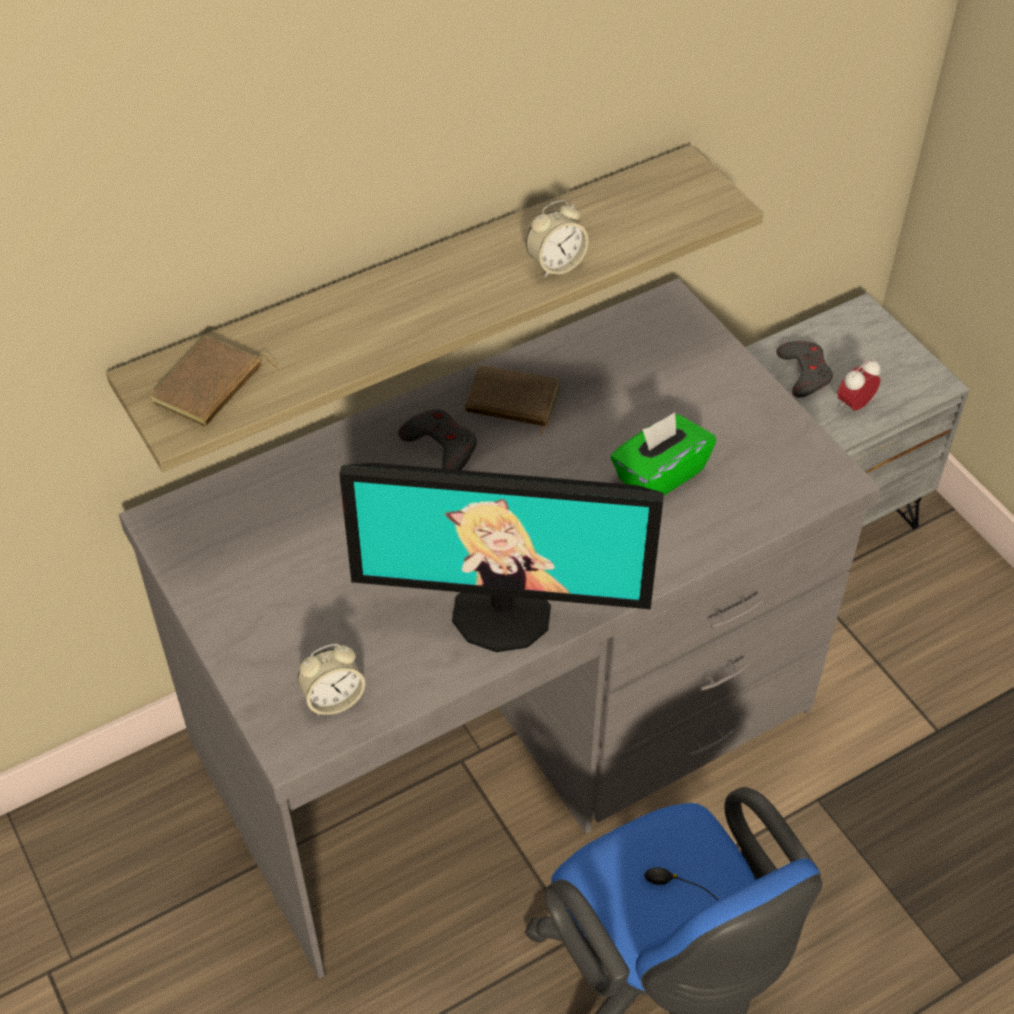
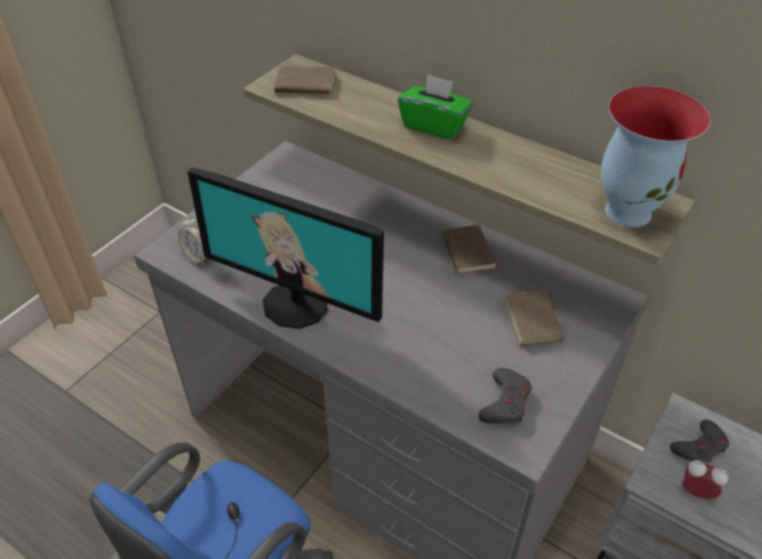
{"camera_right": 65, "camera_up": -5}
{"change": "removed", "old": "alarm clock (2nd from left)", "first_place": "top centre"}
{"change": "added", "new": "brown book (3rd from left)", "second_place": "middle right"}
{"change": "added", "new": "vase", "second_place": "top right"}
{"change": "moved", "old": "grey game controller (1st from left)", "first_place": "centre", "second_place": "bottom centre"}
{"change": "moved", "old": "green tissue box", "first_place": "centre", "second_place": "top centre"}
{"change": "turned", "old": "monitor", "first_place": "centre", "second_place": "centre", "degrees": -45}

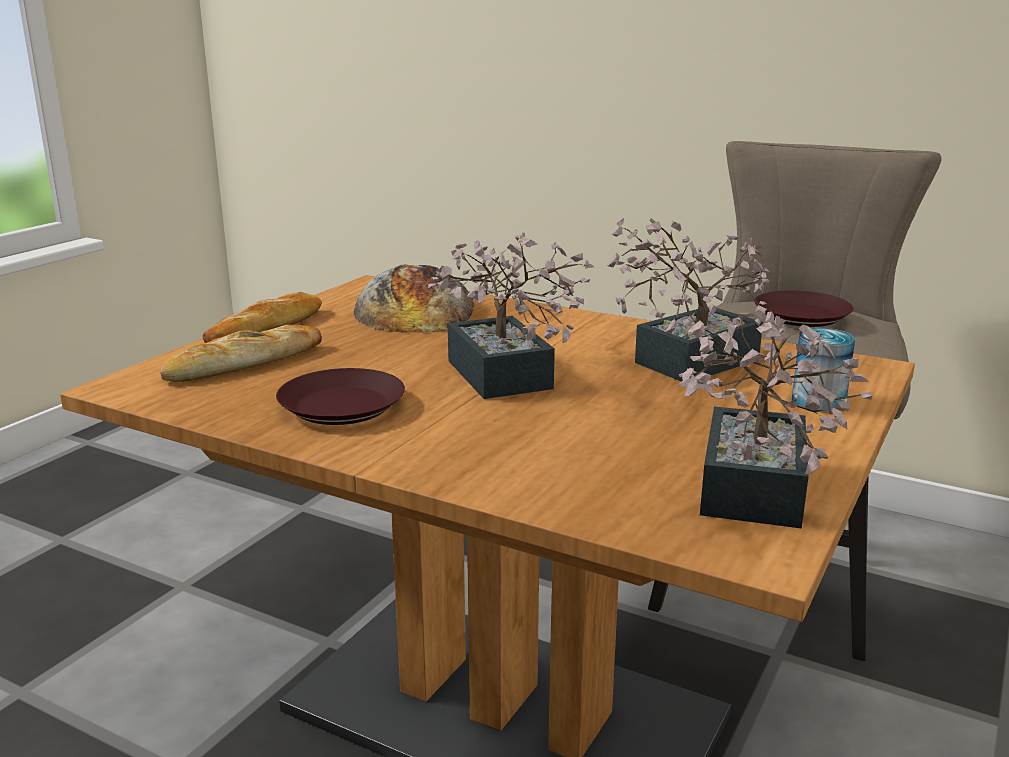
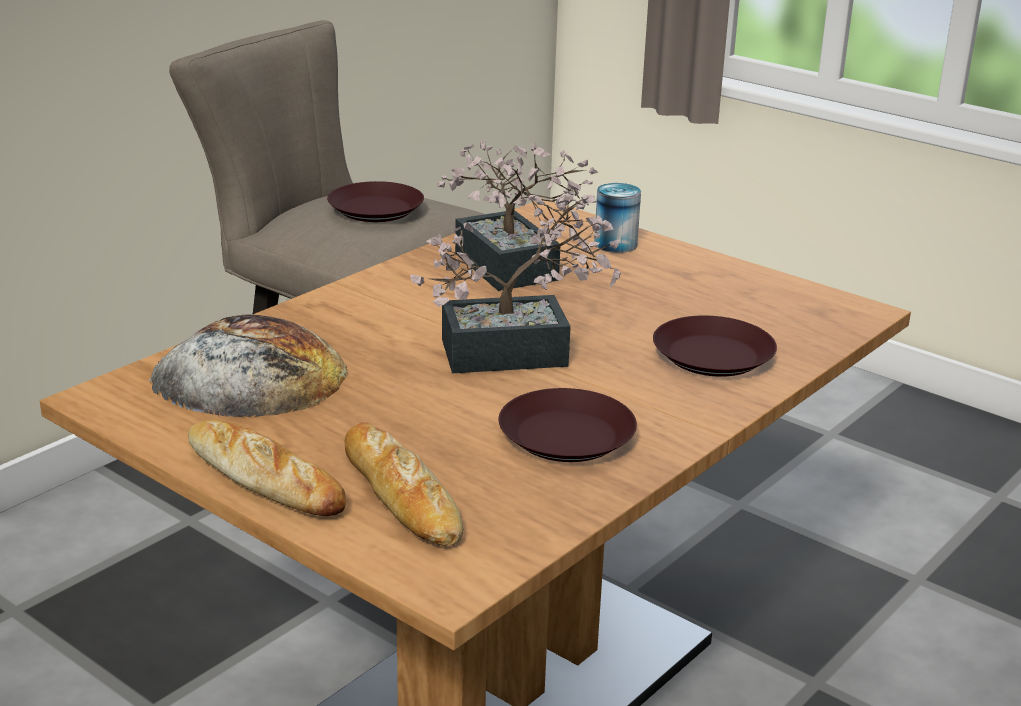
{"camera_right": -80, "camera_up": 5}
{"change": "removed", "old": "potted plant (3rd from left)", "first_place": "middle right"}
{"change": "added", "new": "brown plate (3rd from left)", "second_place": "middle right"}

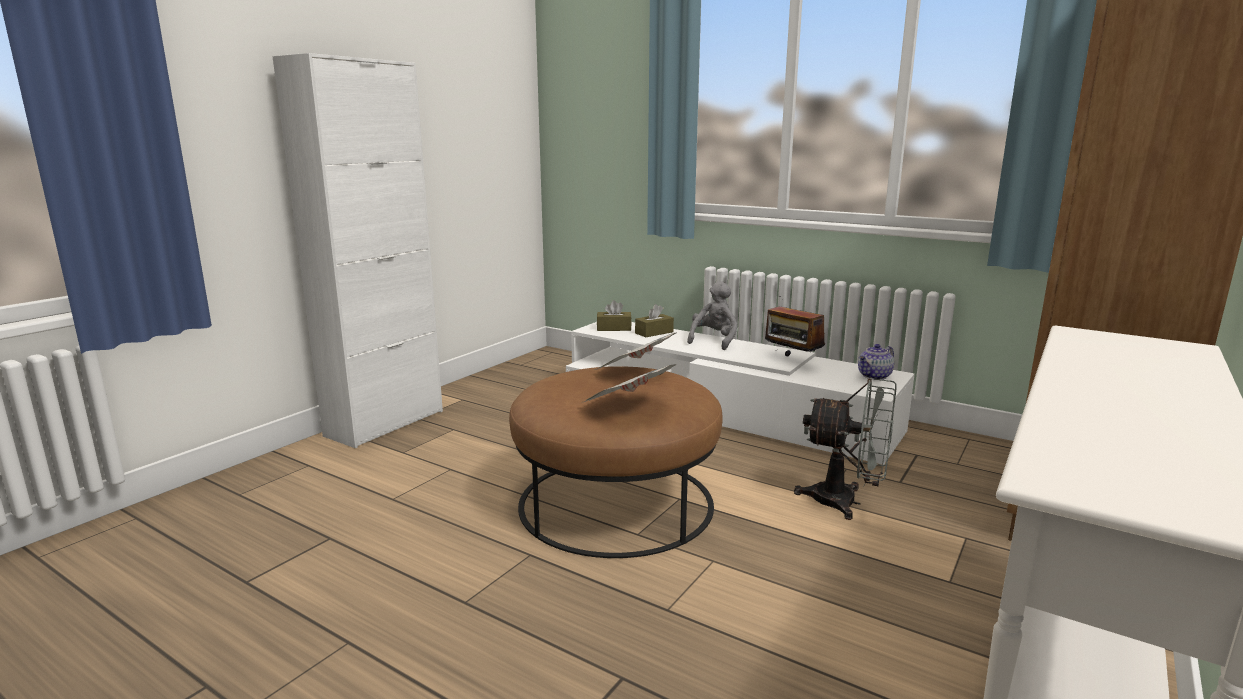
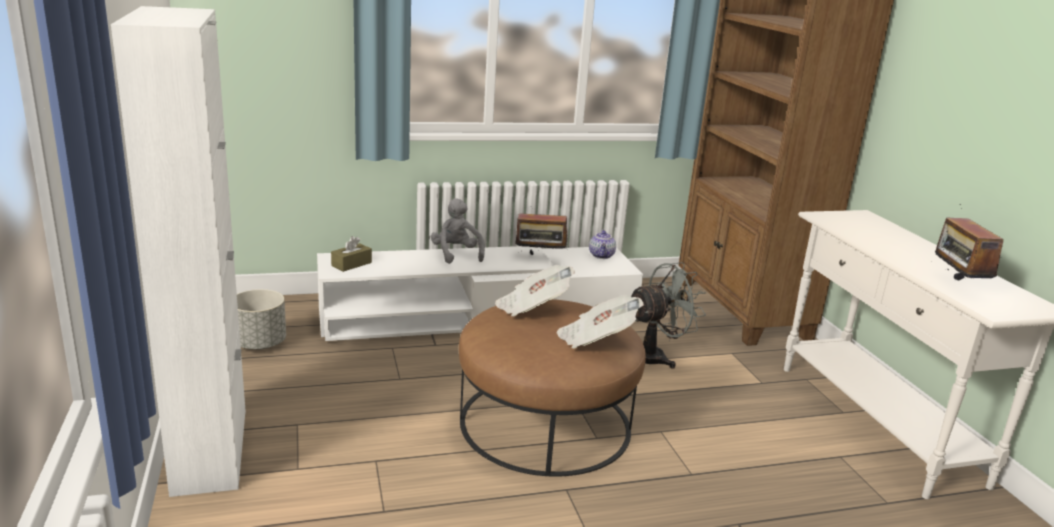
{"camera_right": -50, "camera_up": 5}
{"change": "removed", "old": "brown tissue box (2nd from left)", "first_place": "centre"}
{"change": "added", "new": "grey planter", "second_place": "middle left"}
{"change": "added", "new": "radio (2nd from left)", "second_place": "middle right"}

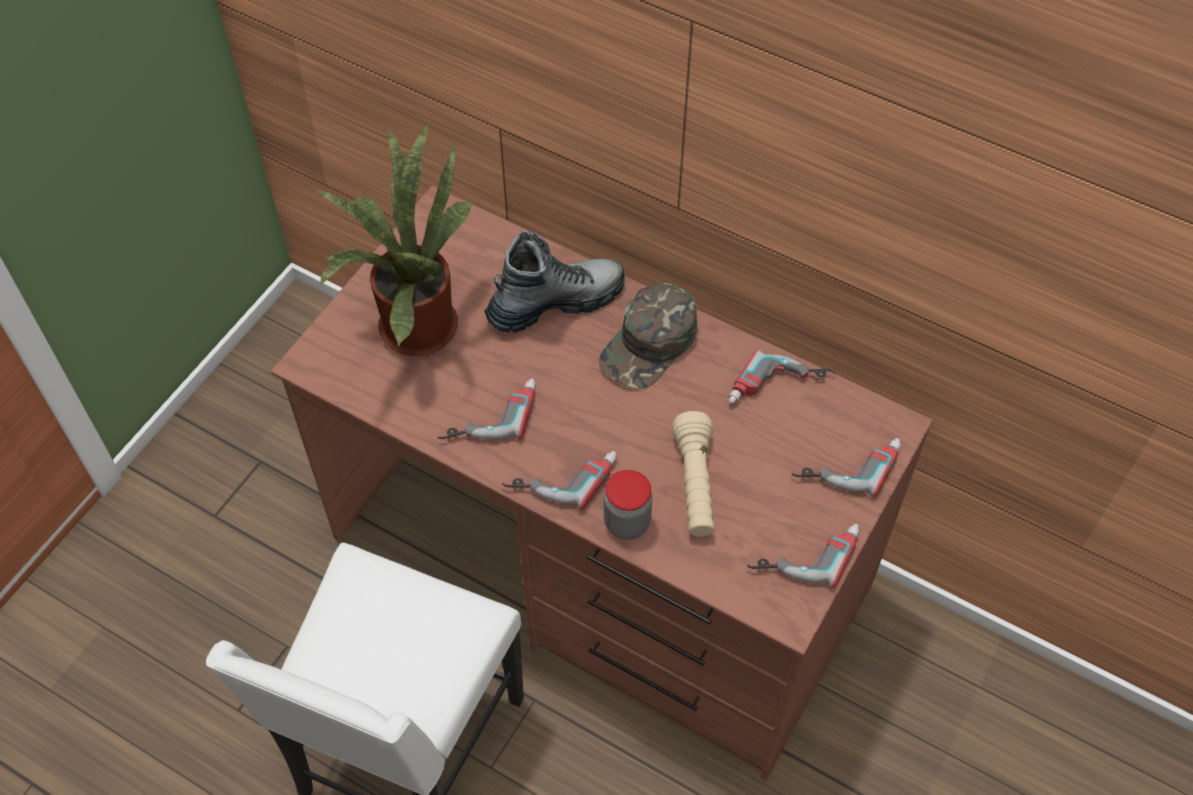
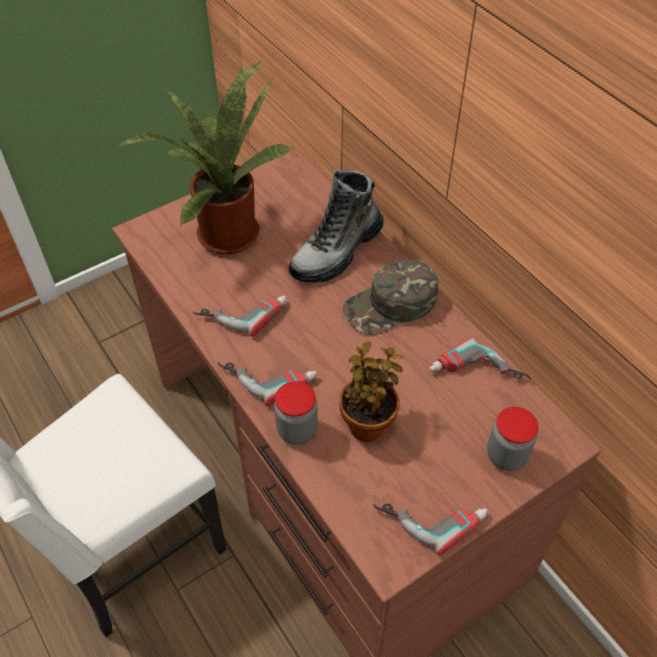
{"camera_right": 25, "camera_up": -5}
{"change": "replaced", "old": "beige flashlight", "new": "potted plant (2nd from left)", "first_place": "centre", "second_place": "centre"}
{"change": "replaced", "old": "power drill (5th from left)", "new": "jar (2nd from left)", "first_place": "middle right", "second_place": "bottom right"}
{"change": "turned", "old": "boot", "first_place": "centre", "second_place": "centre", "degrees": 135}

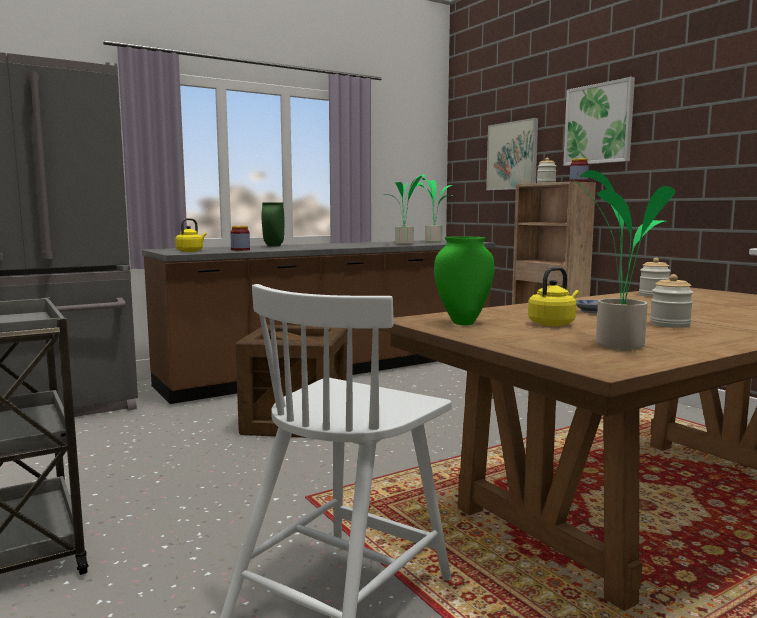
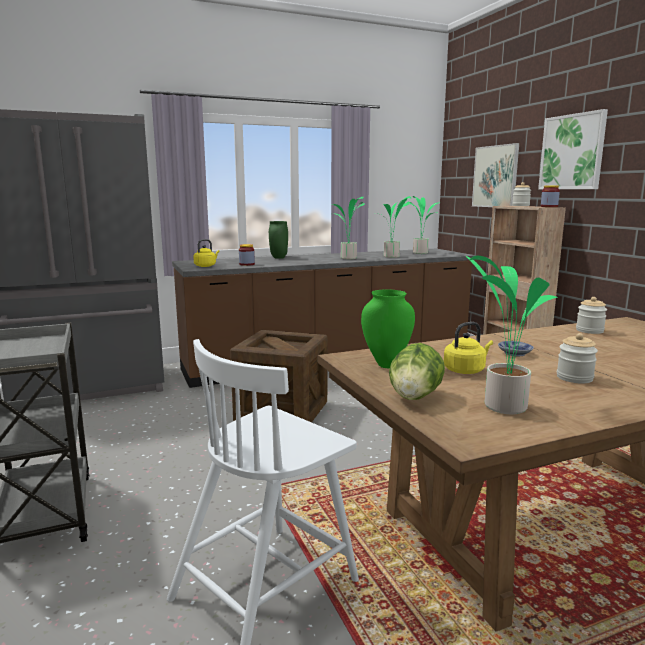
{"camera_right": 10, "camera_up": 5}
{"change": "added", "new": "potted plant (1st from left)", "second_place": "centre"}
{"change": "added", "new": "lettuce", "second_place": "centre"}

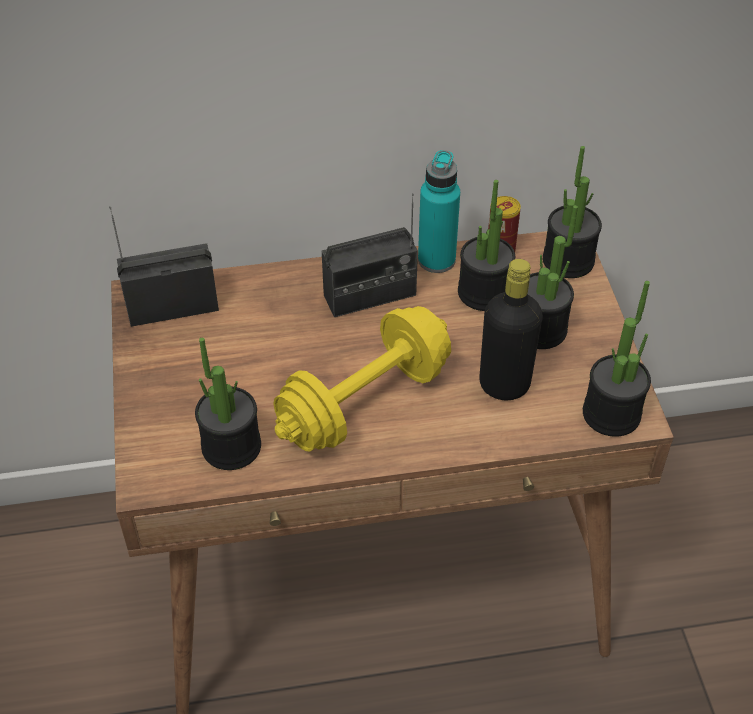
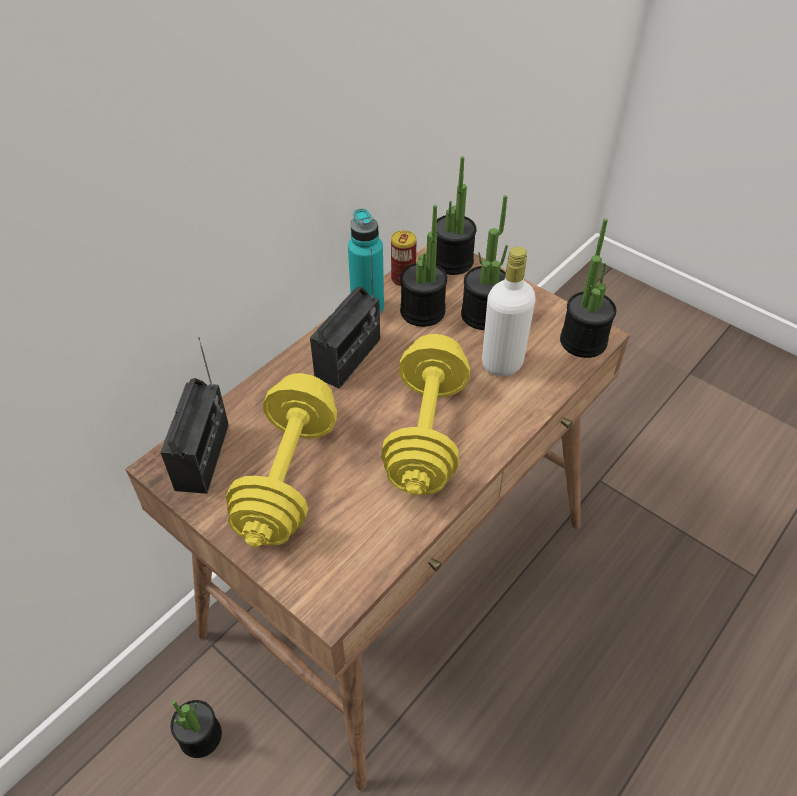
{"camera_right": -40, "camera_up": 0}
{"change": "added", "new": "yellow dumbbell (1st from left)", "second_place": "centre"}
{"change": "moved", "old": "potted plant (1st from left)", "first_place": "middle left", "second_place": "bottom left"}
{"change": "recoloured", "old": "black bottle", "new": "white bottle", "first_place": "middle right", "second_place": "centre"}
{"change": "turned", "old": "radio (1st from left)", "first_place": "middle left", "second_place": "middle left", "degrees": 150}

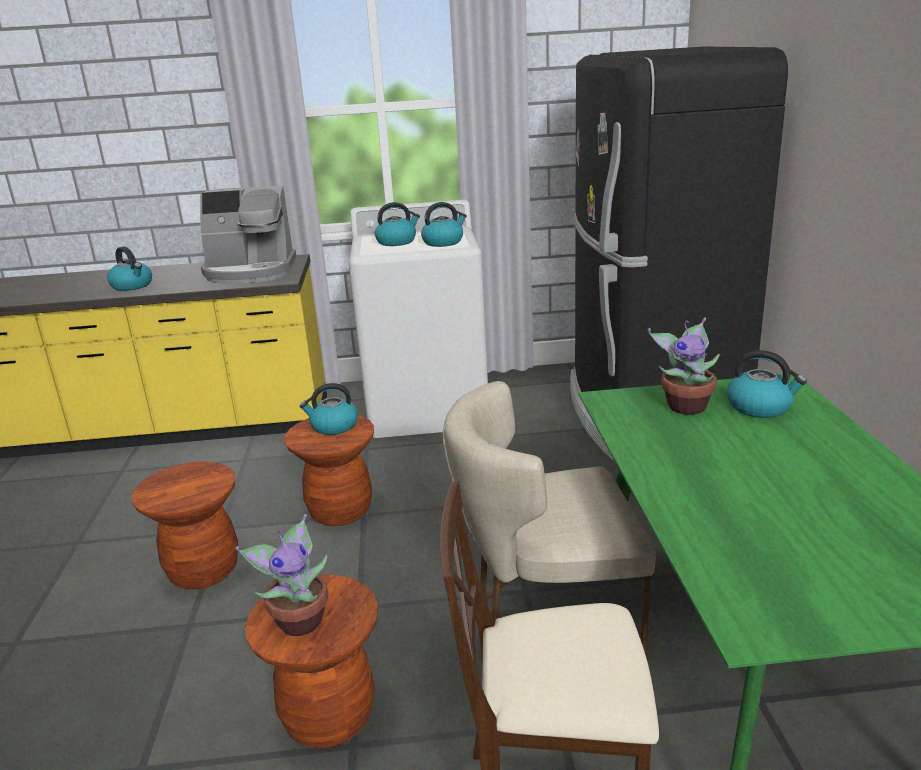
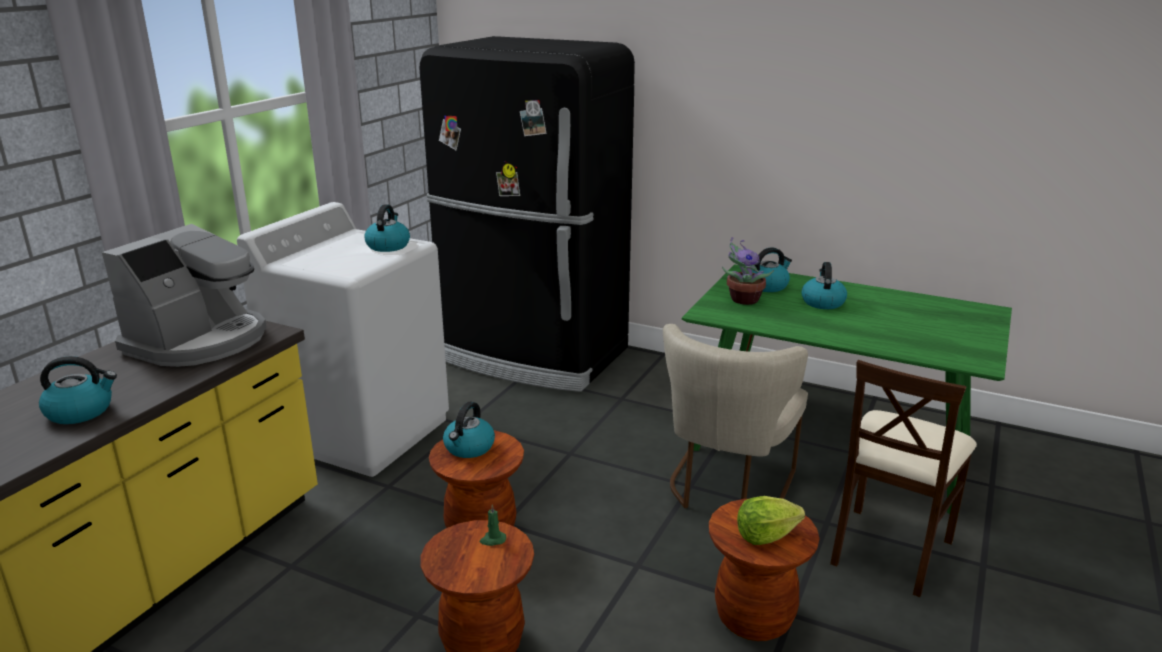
{"camera_right": -60, "camera_up": 0}
{"change": "added", "new": "green candle", "second_place": "bottom centre"}
{"change": "moved", "old": "kettle (3rd from left in the first image)", "new": "kettle (5th from left)", "first_place": "top centre", "second_place": "middle right"}
{"change": "replaced", "old": "potted plant (1st from left)", "new": "lettuce", "first_place": "bottom left", "second_place": "bottom centre"}

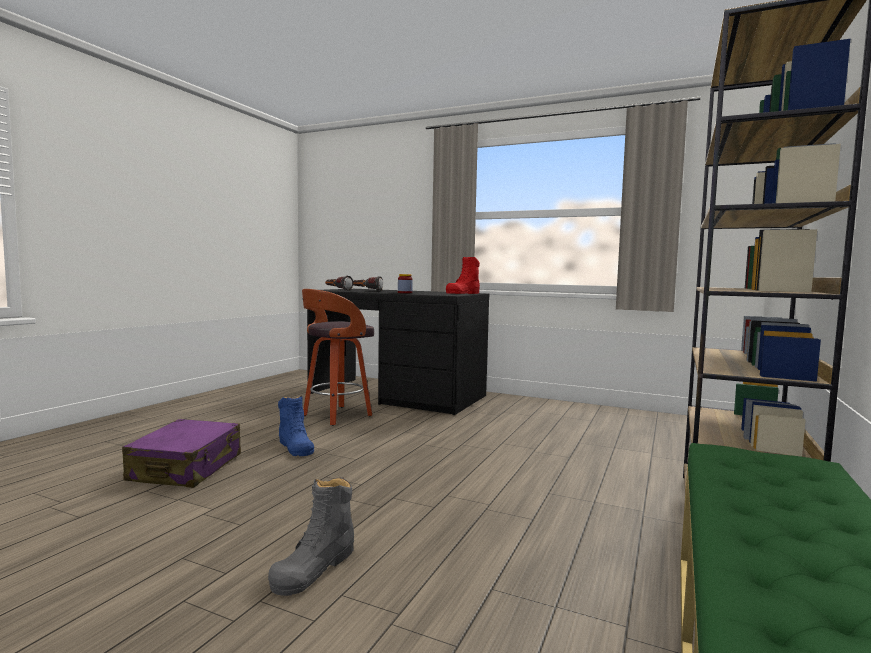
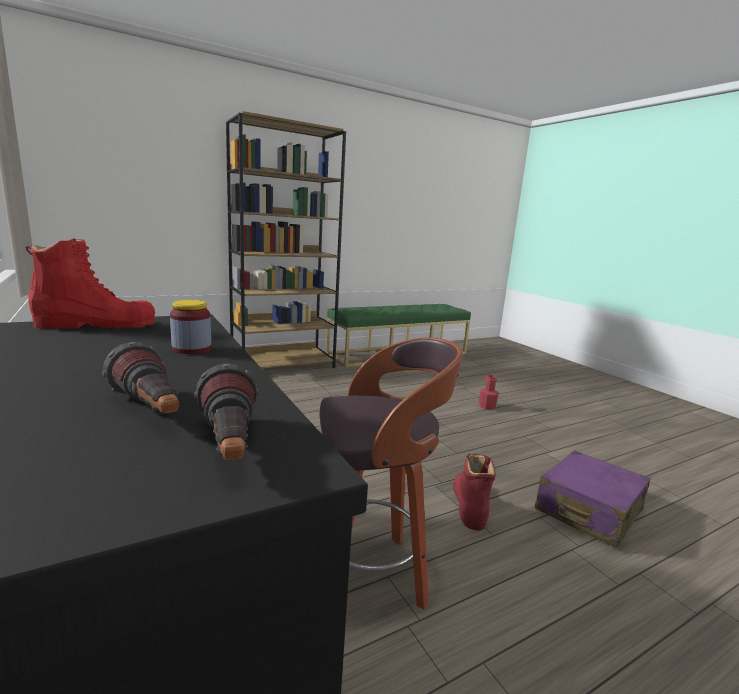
{"camera_right": -145, "camera_up": 10}
{"change": "replaced", "old": "grey boot", "new": "red bottle", "first_place": "bottom centre", "second_place": "centre"}
{"change": "recoloured", "old": "blue boot", "new": "red boot (2nd from left)", "first_place": "centre", "second_place": "bottom centre"}

